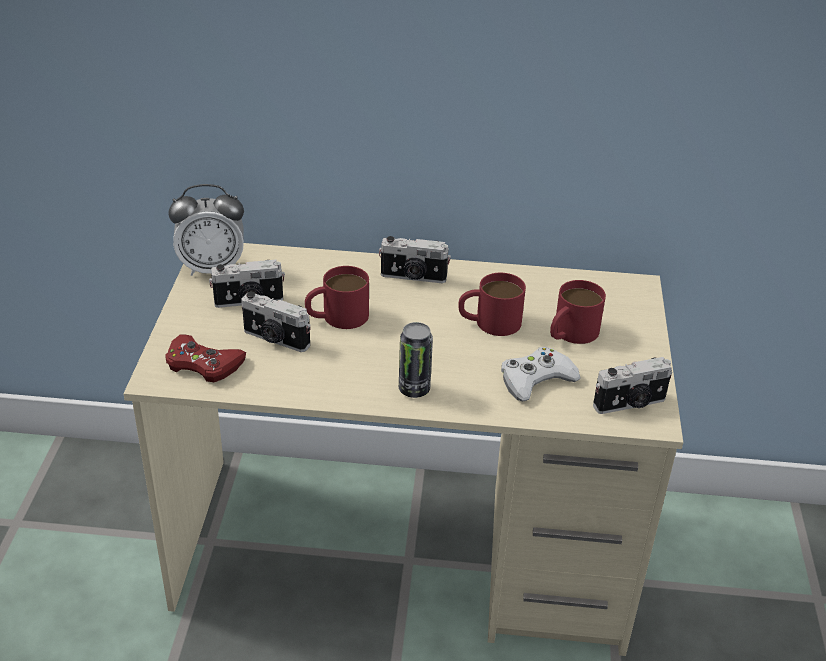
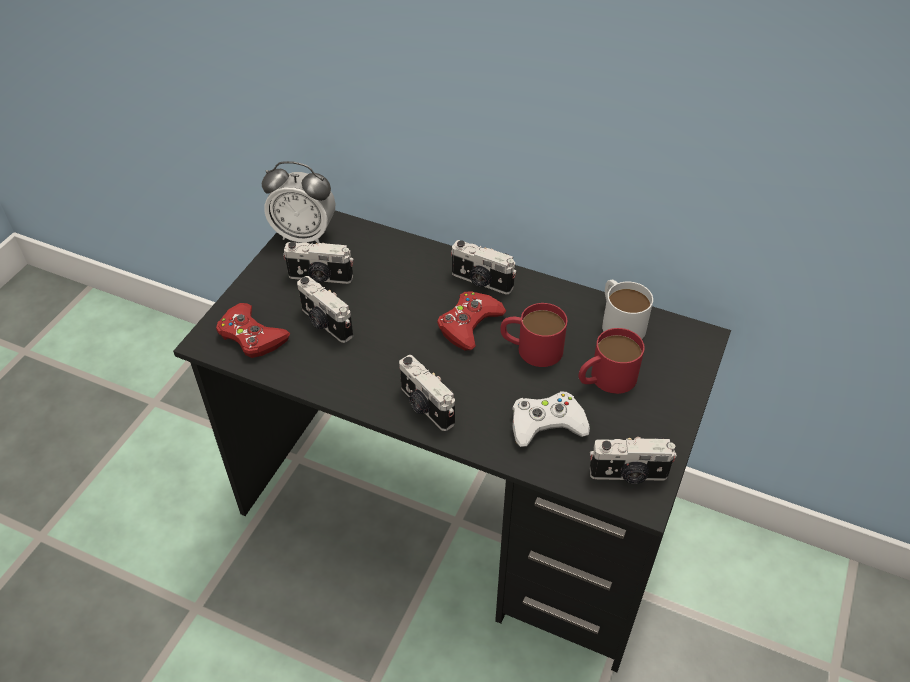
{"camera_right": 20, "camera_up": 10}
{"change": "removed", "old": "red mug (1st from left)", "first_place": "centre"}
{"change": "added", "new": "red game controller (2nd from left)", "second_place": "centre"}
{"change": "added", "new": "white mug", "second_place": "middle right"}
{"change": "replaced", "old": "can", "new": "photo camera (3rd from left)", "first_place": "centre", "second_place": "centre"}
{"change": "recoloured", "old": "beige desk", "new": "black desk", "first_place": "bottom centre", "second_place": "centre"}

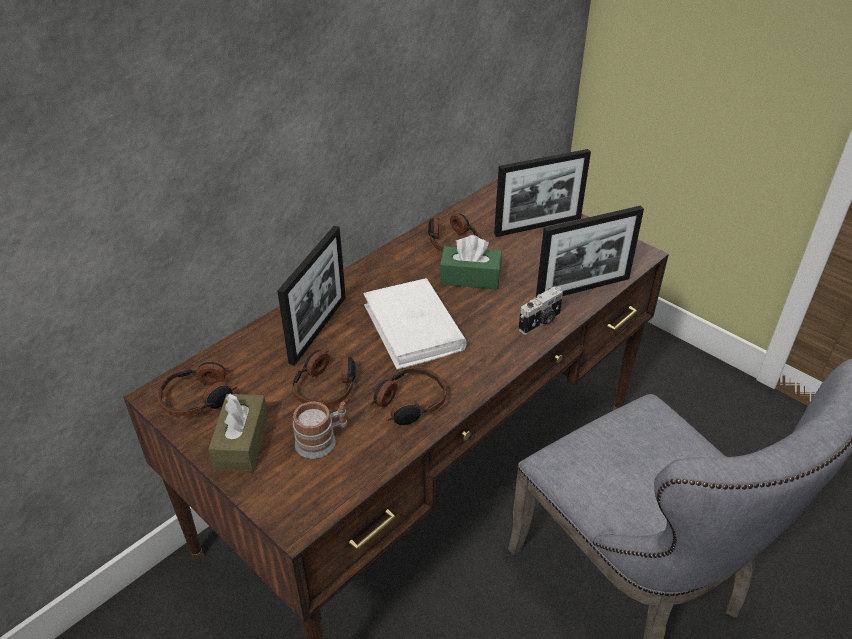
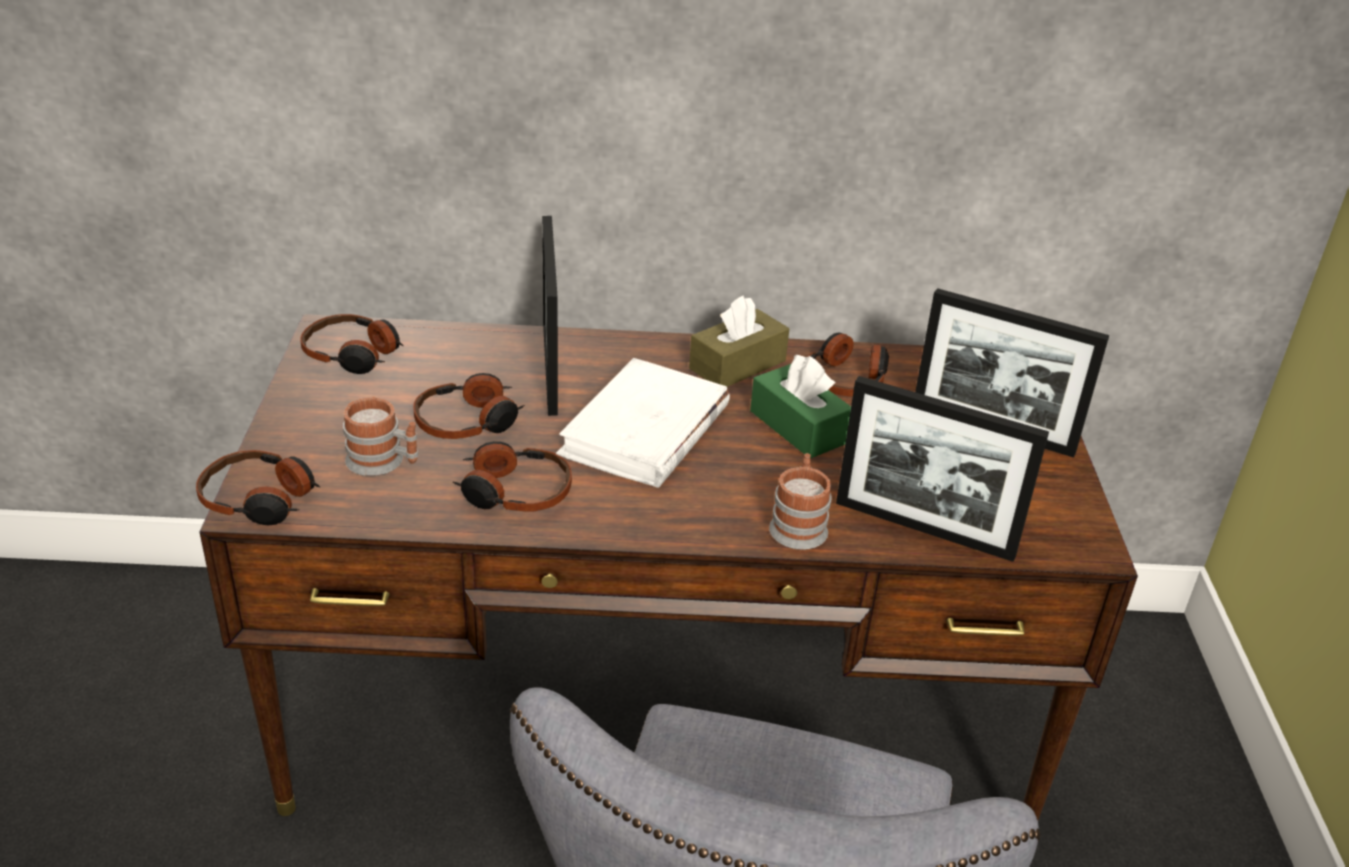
{"camera_right": 45, "camera_up": -5}
{"change": "added", "new": "headphones (1st from left)", "second_place": "middle left"}
{"change": "moved", "old": "brown tissue box", "first_place": "bottom left", "second_place": "centre"}
{"change": "replaced", "old": "photo camera", "new": "mug (2nd from left)", "first_place": "centre", "second_place": "centre"}
{"change": "turned", "old": "picture frame (1st from left)", "first_place": "centre", "second_place": "centre", "degrees": 105}

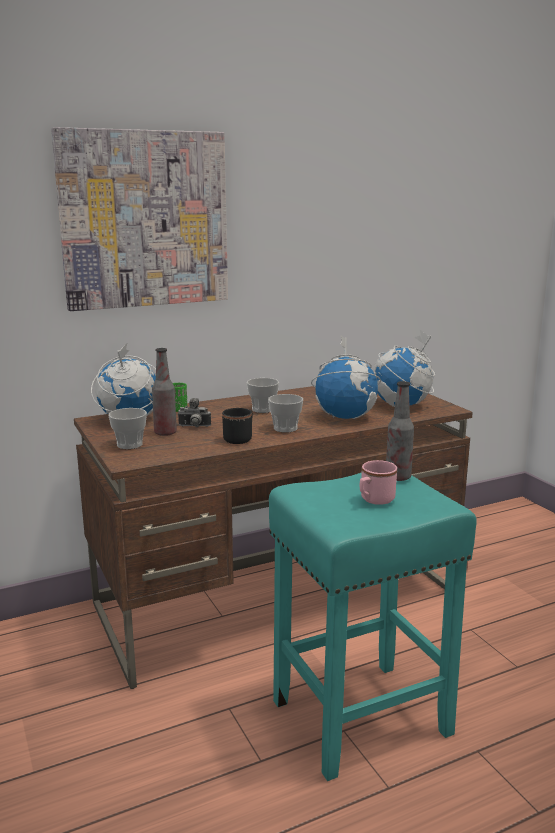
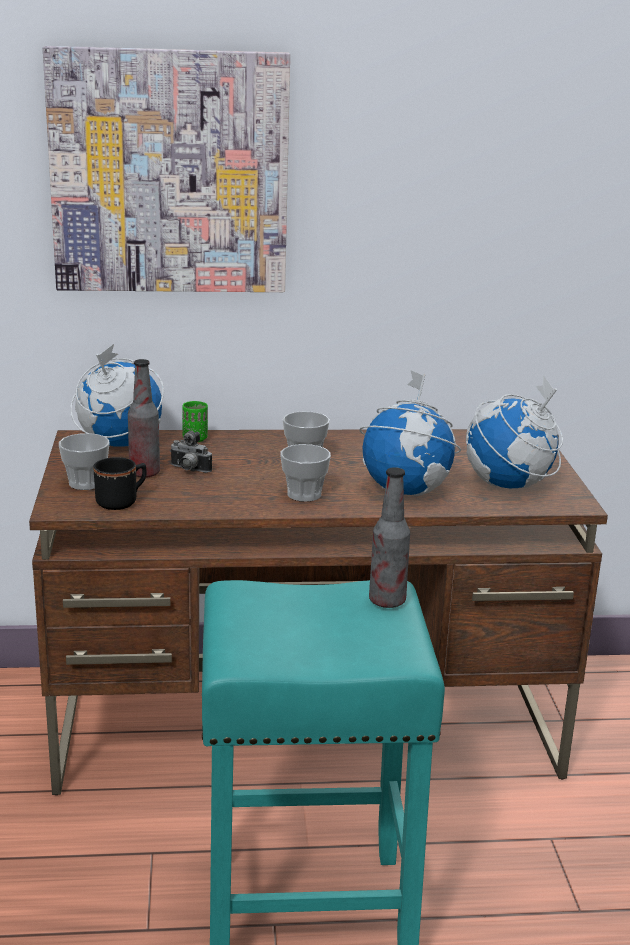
{"camera_right": 20, "camera_up": 5}
{"change": "removed", "old": "pink mug", "first_place": "middle right"}
{"change": "moved", "old": "black mug", "first_place": "centre", "second_place": "middle left"}

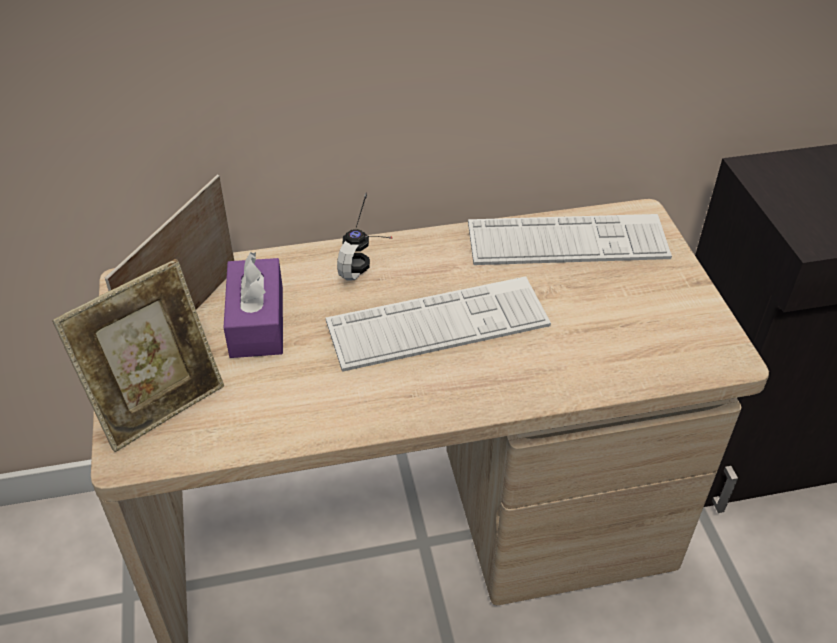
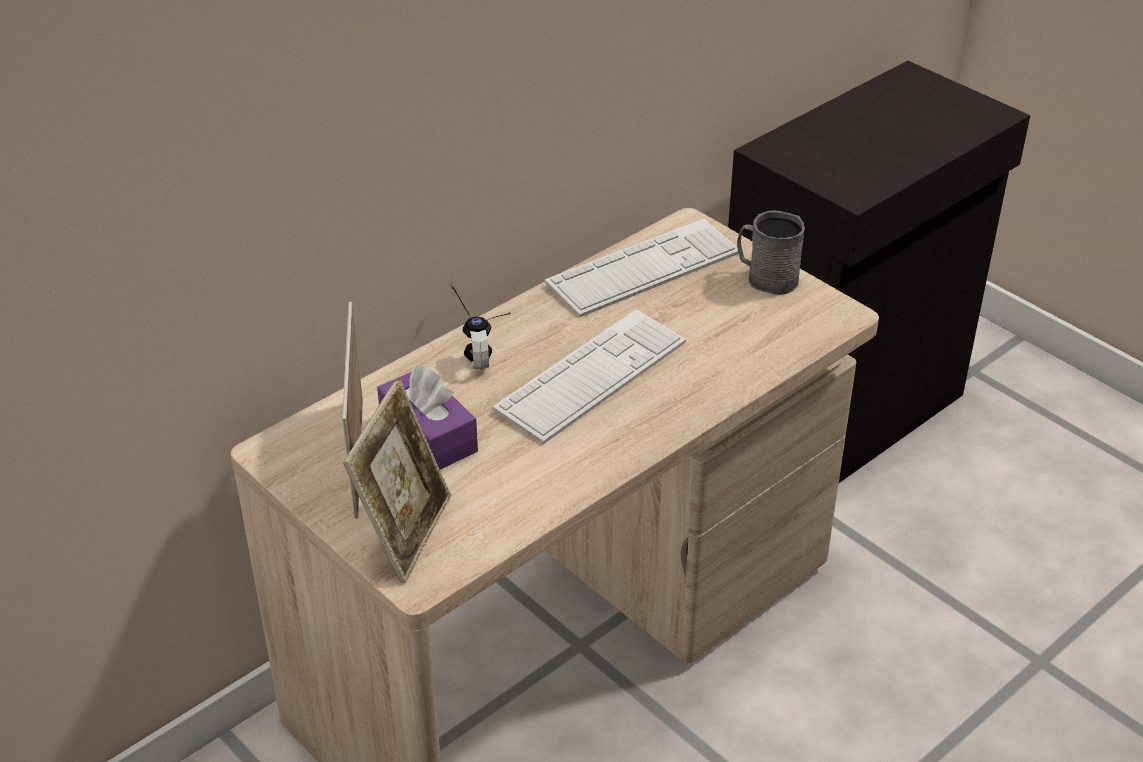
{"camera_right": -30, "camera_up": -5}
{"change": "added", "new": "grey mug", "second_place": "top right"}

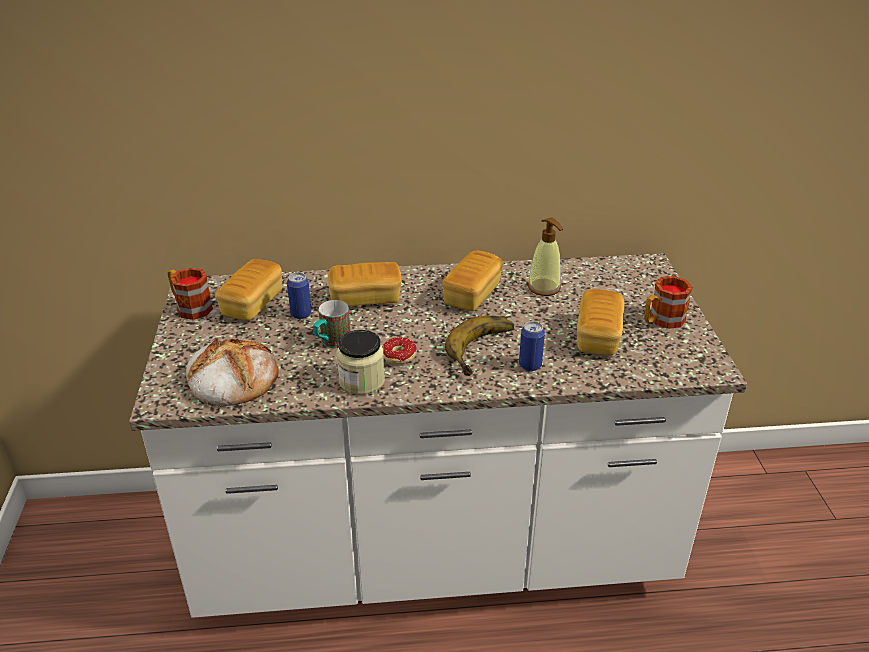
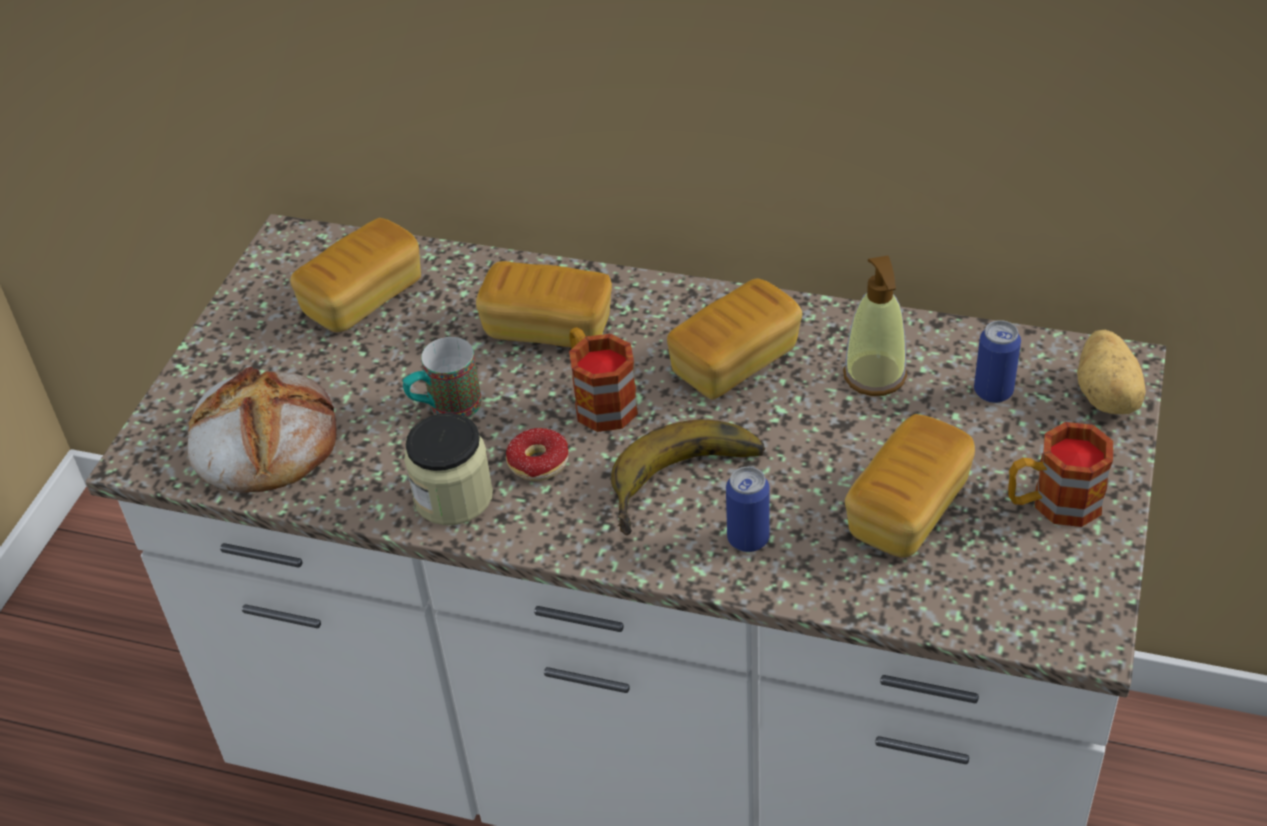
{"camera_right": 25, "camera_up": 10}
{"change": "added", "new": "potato", "second_place": "middle right"}
{"change": "moved", "old": "mug (1st from left in the first image)", "new": "mug (2nd from left)", "first_place": "middle left", "second_place": "centre"}
{"change": "moved", "old": "can (1st from left in the first image)", "new": "can (2nd from left)", "first_place": "centre", "second_place": "middle right"}

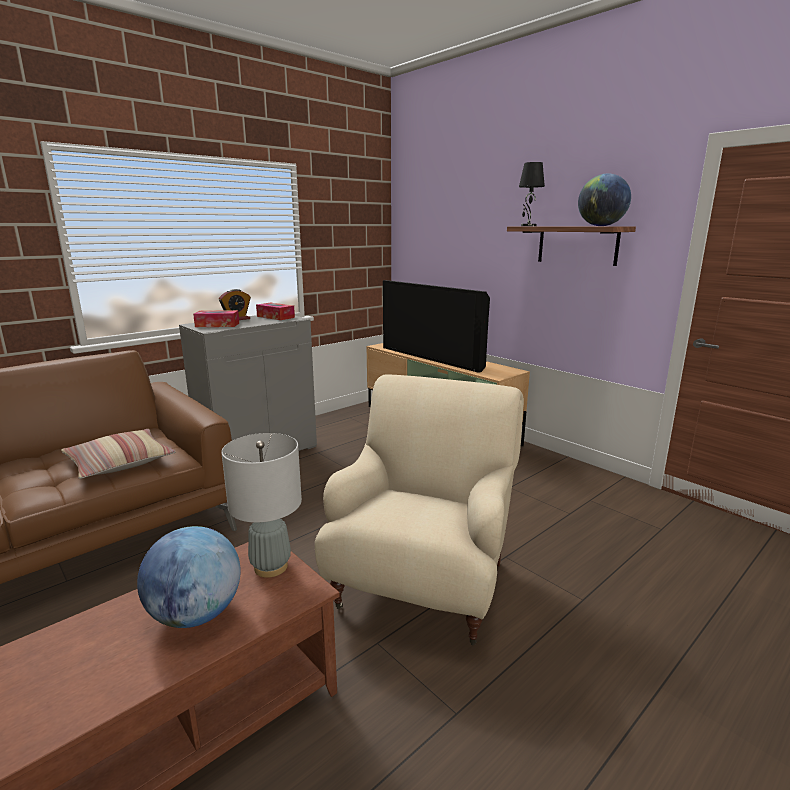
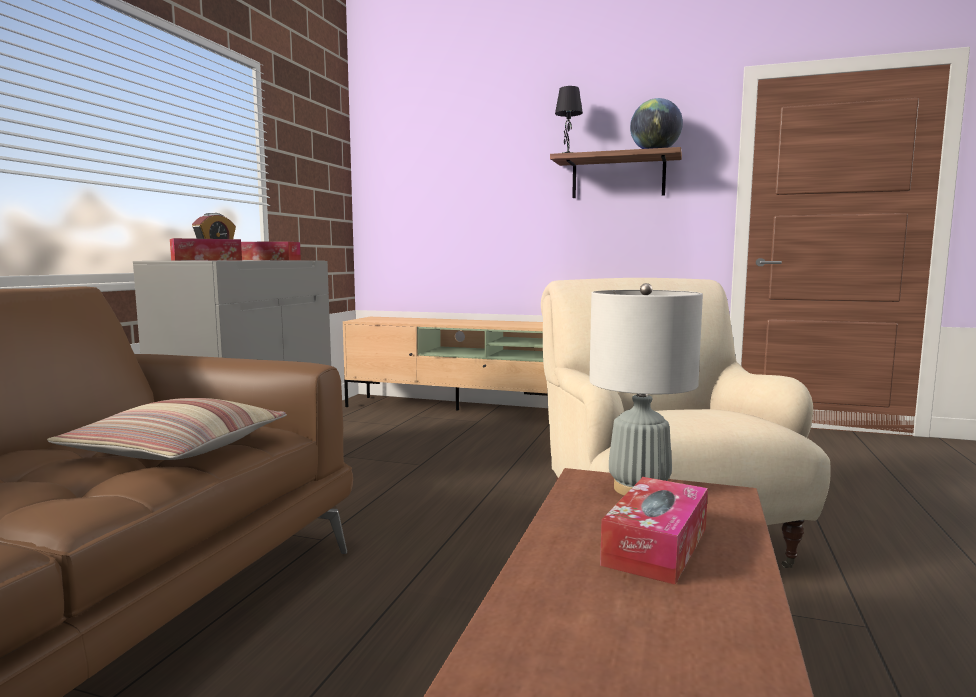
{"camera_right": -30, "camera_up": -10}
{"change": "removed", "old": "television", "first_place": "centre"}
{"change": "replaced", "old": "globe (1st from left)", "new": "tissue box (3rd from left)", "first_place": "bottom left", "second_place": "bottom right"}

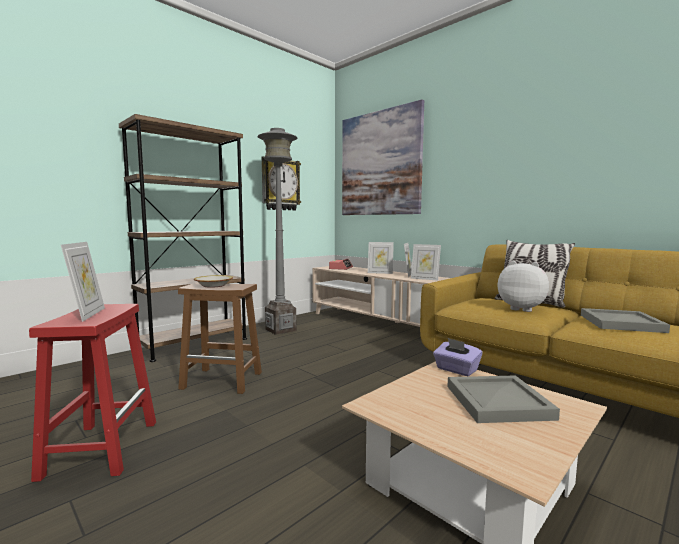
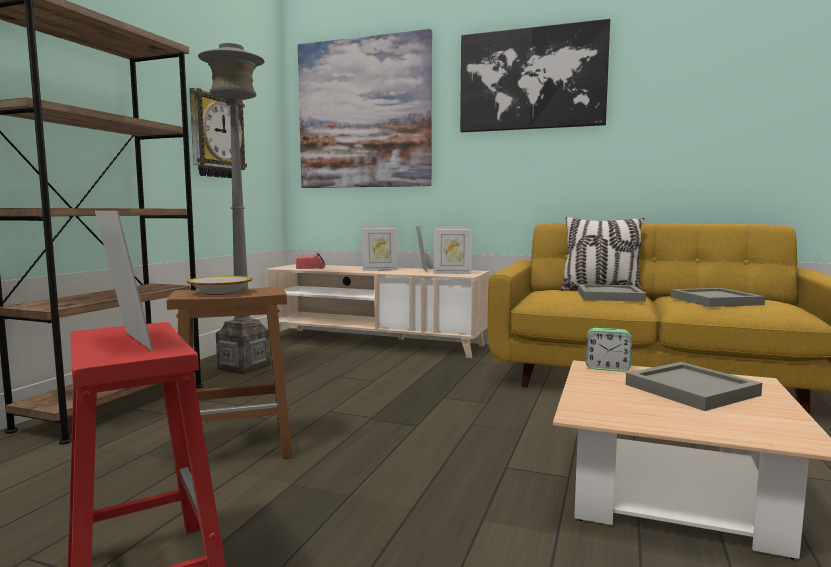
{"camera_right": -25, "camera_up": 0}
{"change": "added", "new": "picture (2nd from left)", "second_place": "top centre"}
{"change": "replaced", "old": "purple tissue box", "new": "alarm clock (2nd from left)", "first_place": "middle right", "second_place": "middle right"}
{"change": "replaced", "old": "plush toy", "new": "grey tray (1st from left)", "first_place": "middle right", "second_place": "middle right"}

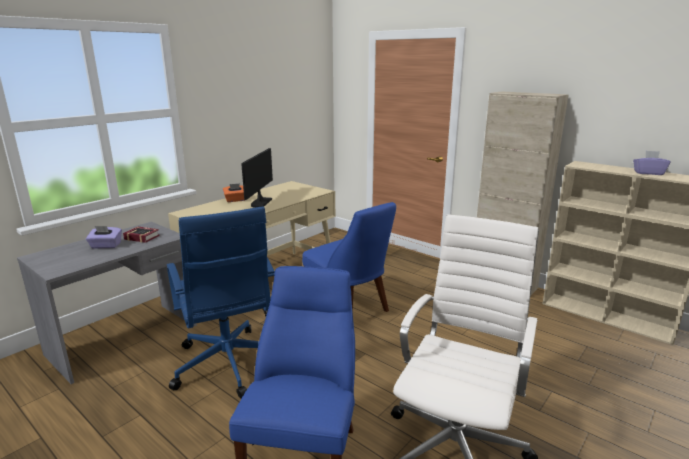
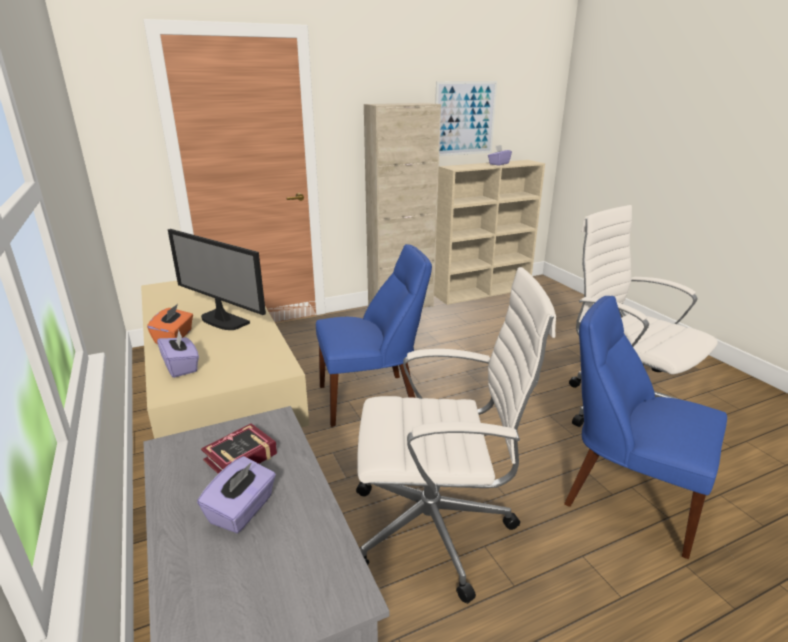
{"camera_right": -65, "camera_up": 5}
{"change": "added", "new": "purple tissue box (1st from left)", "second_place": "middle left"}
{"change": "added", "new": "picture", "second_place": "top centre"}
{"change": "recoloured", "old": "blue office chair", "new": "white office chair (1st from left)", "first_place": "middle left", "second_place": "bottom centre"}

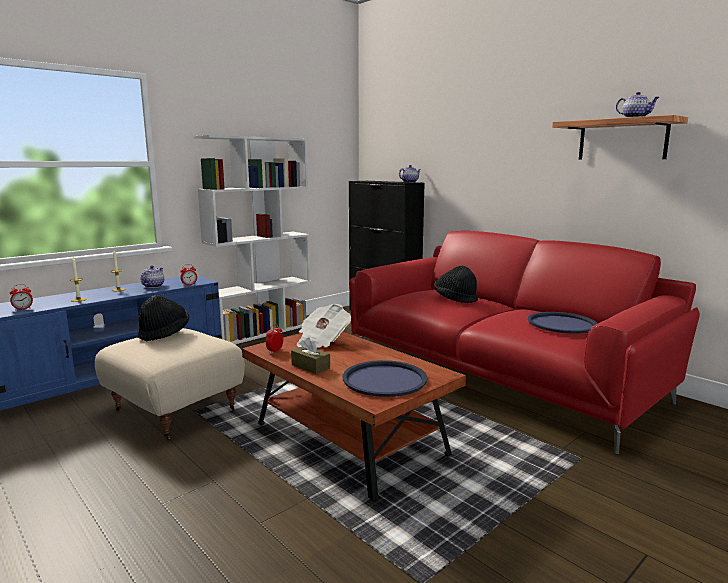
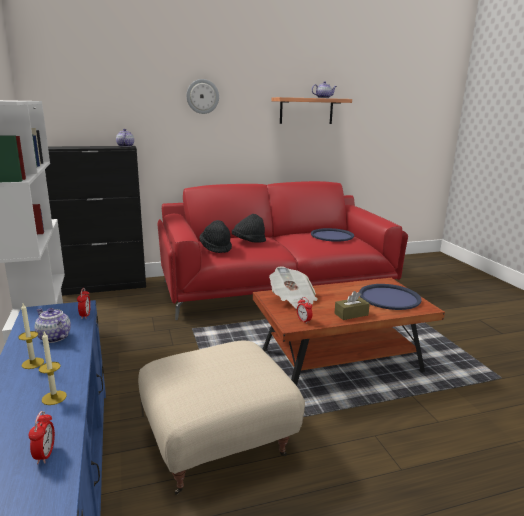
{"camera_right": -65, "camera_up": 5}
{"change": "added", "new": "wall clock", "second_place": "top centre"}
{"change": "moved", "old": "black hat (1st from left)", "first_place": "middle left", "second_place": "centre"}

